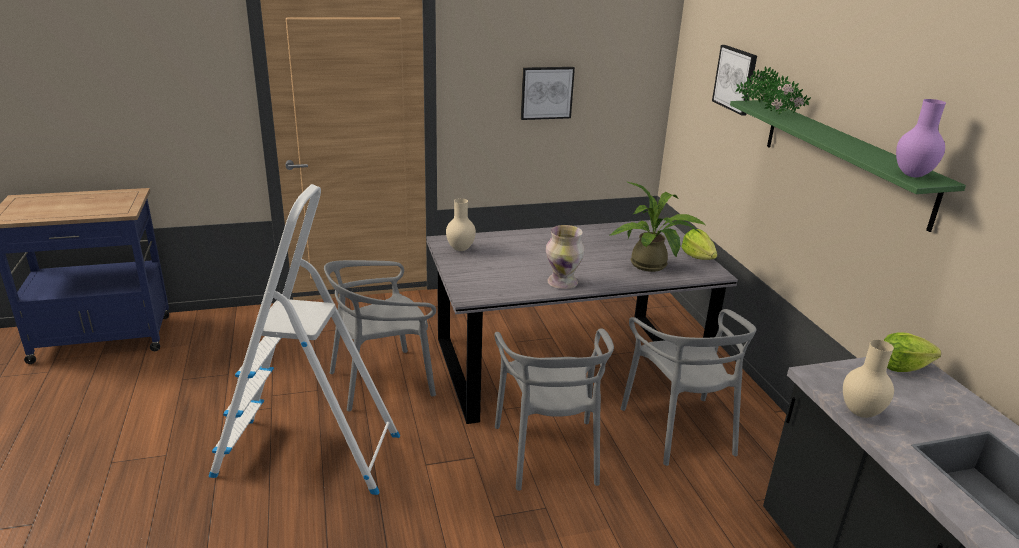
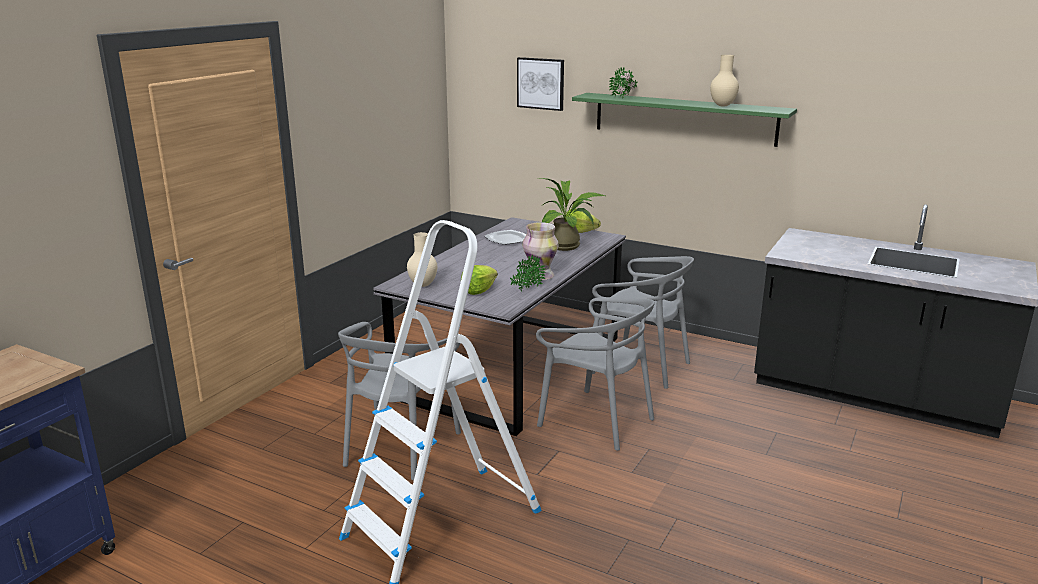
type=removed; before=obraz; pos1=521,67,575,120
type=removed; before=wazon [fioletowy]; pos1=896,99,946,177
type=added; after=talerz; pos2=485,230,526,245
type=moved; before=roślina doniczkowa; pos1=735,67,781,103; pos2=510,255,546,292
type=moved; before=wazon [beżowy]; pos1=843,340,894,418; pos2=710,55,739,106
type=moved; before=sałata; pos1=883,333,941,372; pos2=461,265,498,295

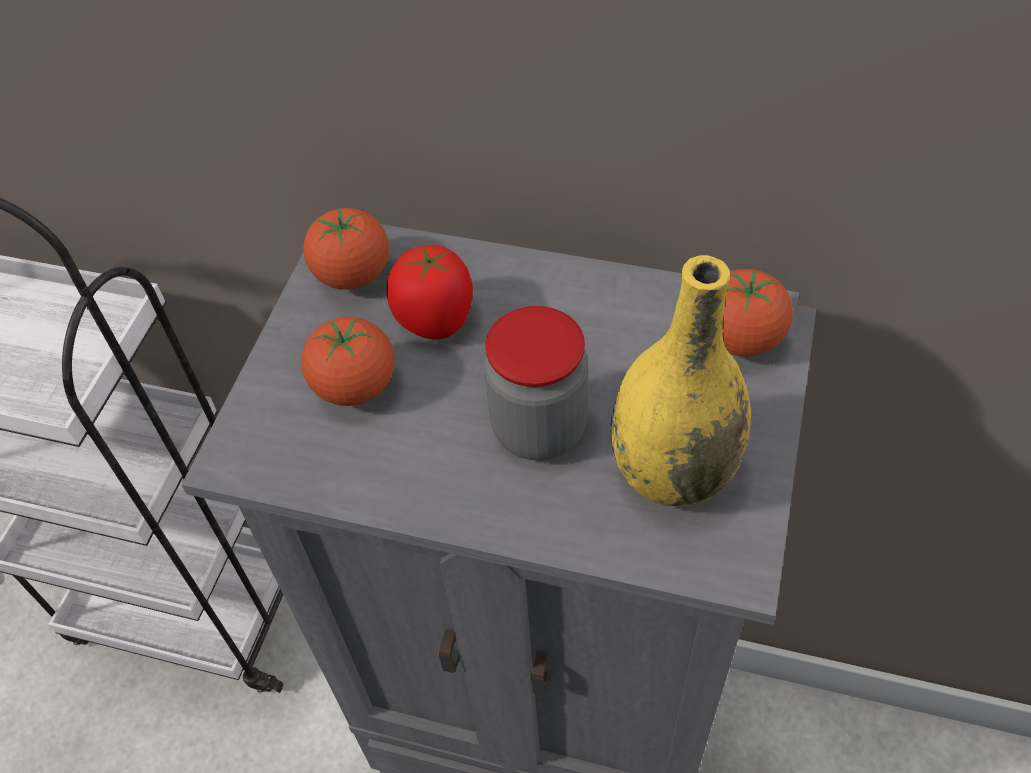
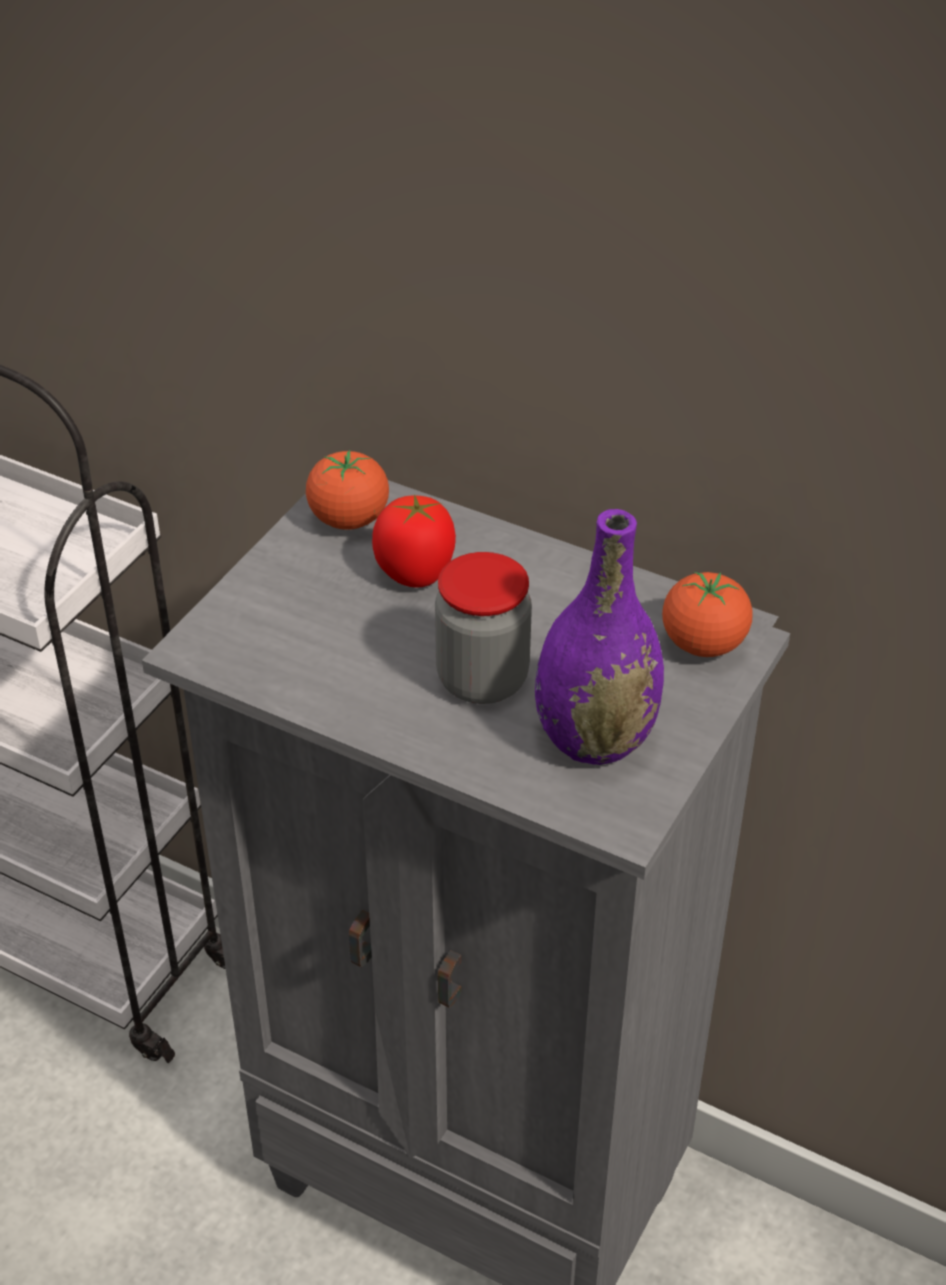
type=removed; before=pomidor; pos1=301,317,395,406
type=recoloured; before=wazon [żółty]; after=wazon [fioletowy]; pos1=610,255,751,507; pos2=535,509,664,765

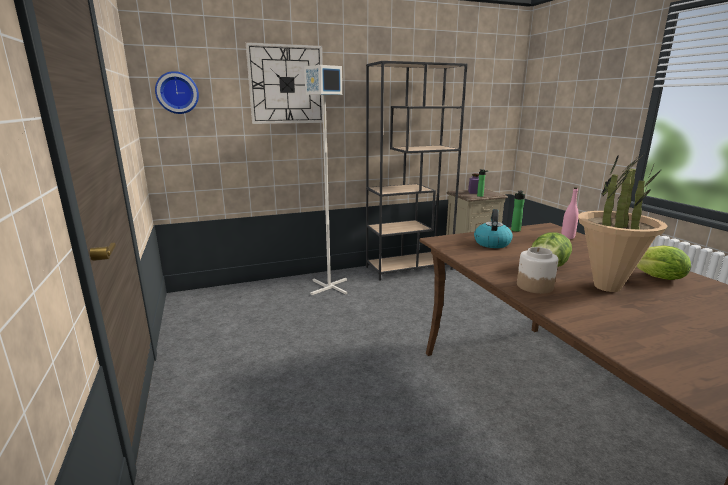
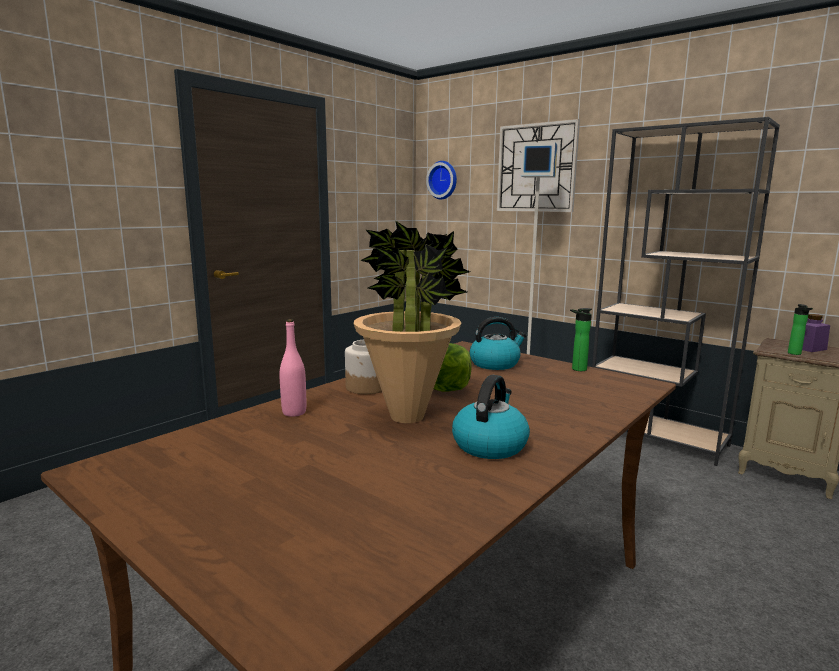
type=moved; before=butelka [różowy]; pos1=561,188,579,239; pos2=280,319,306,417
type=replaced; before=sałata; after=czajnik; pos1=636,245,691,280; pos2=452,375,530,459

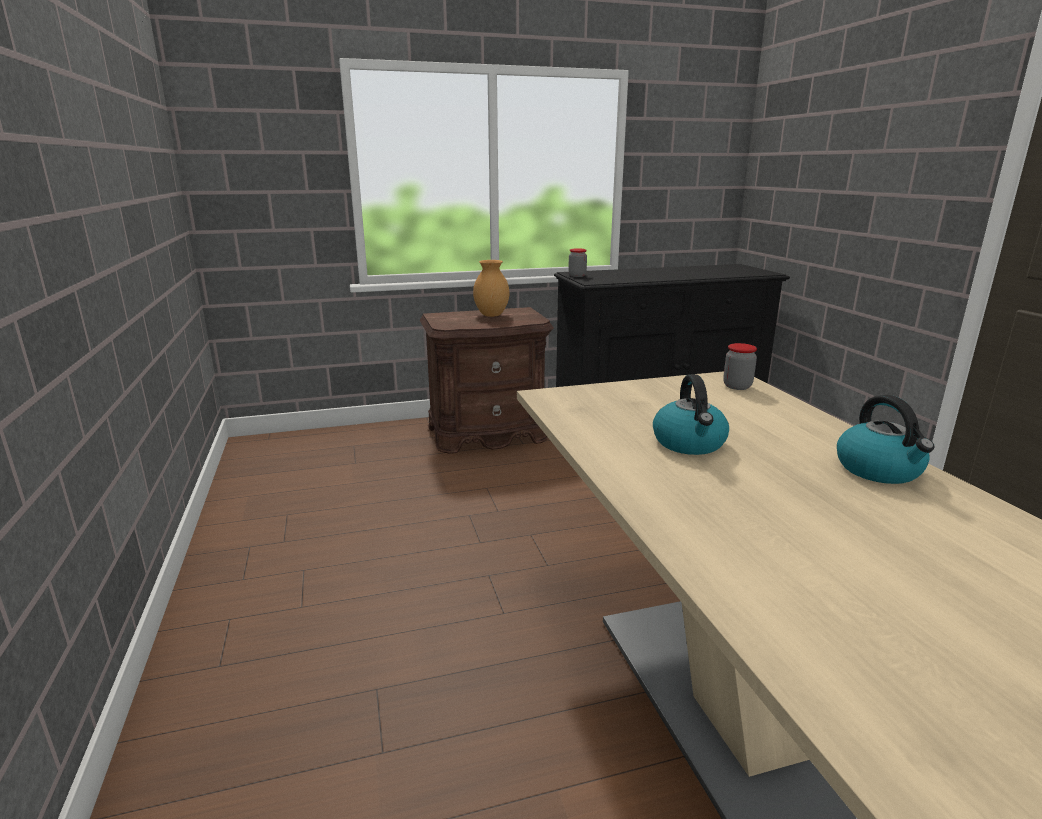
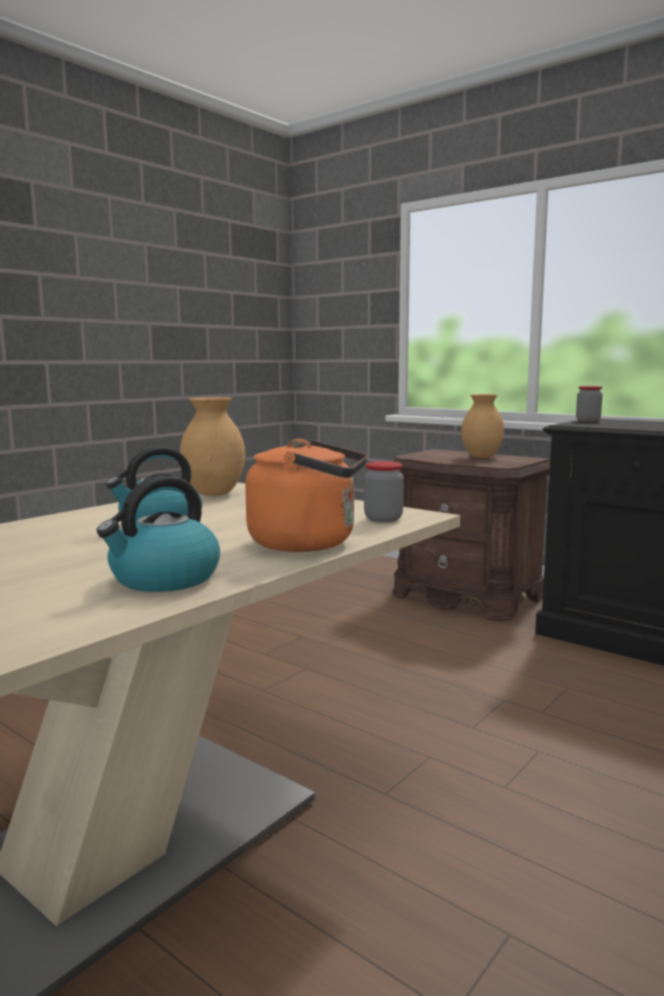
type=added; after=wazon [brązowy]; pos2=180,397,245,496
type=added; after=czajnik [pomarańczowy]; pos2=245,439,367,552

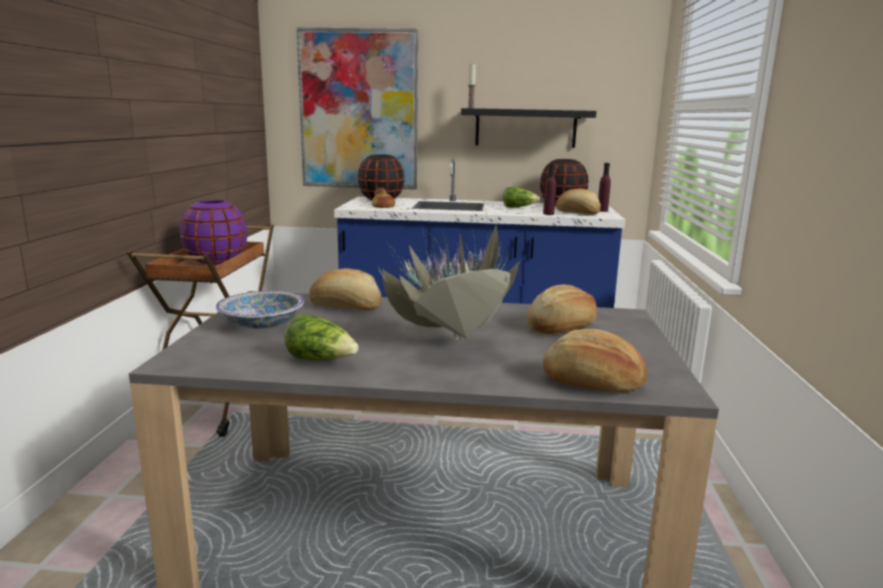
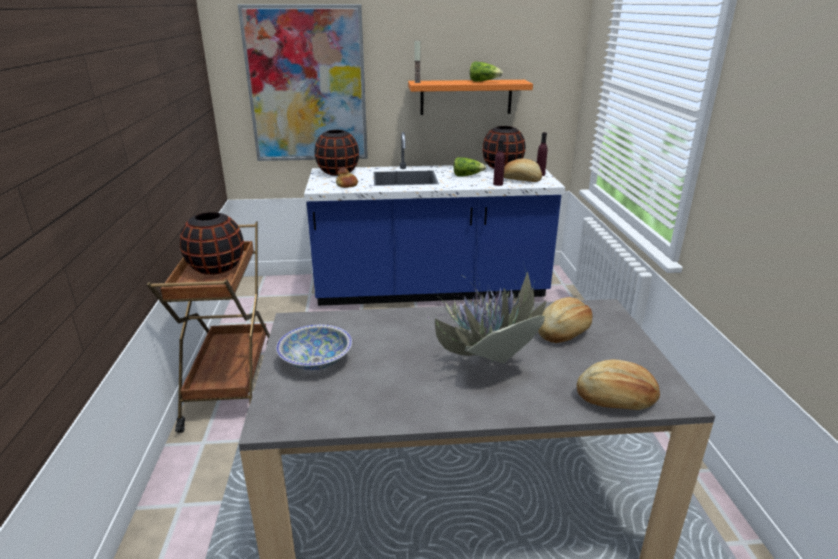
type=removed; before=chleb; pos1=309,268,382,311
type=moved; before=sałata; pos1=284,314,359,361; pos2=470,62,503,82
type=recoloured; before=wazon [fioletowy]; after=wazon [czarny]; pos1=179,200,247,264; pos2=180,212,244,275
type=recoloured; before=półka [czarny]; after=półka [pomarańczowy]; pos1=461,108,597,148; pos2=408,80,533,115

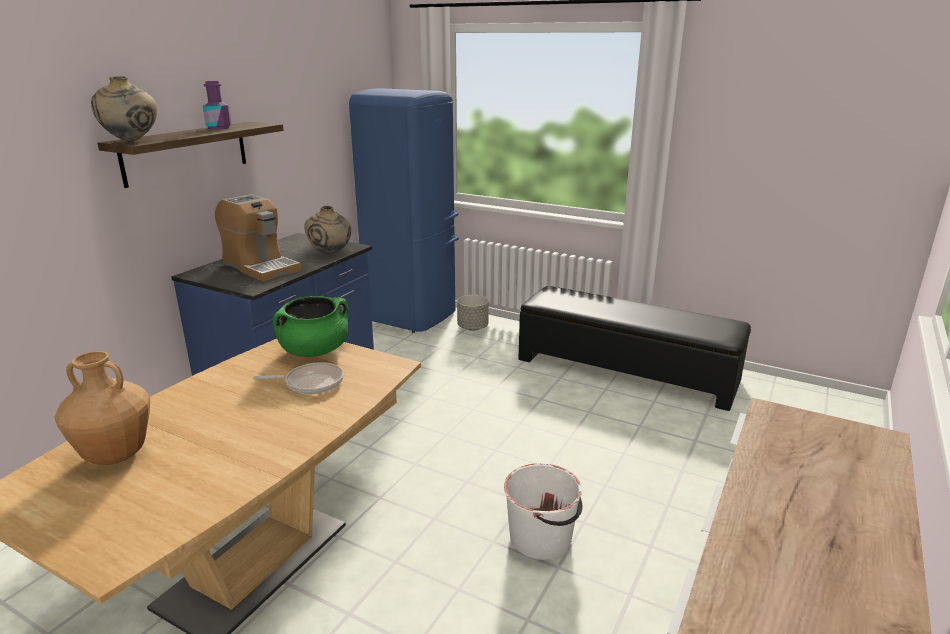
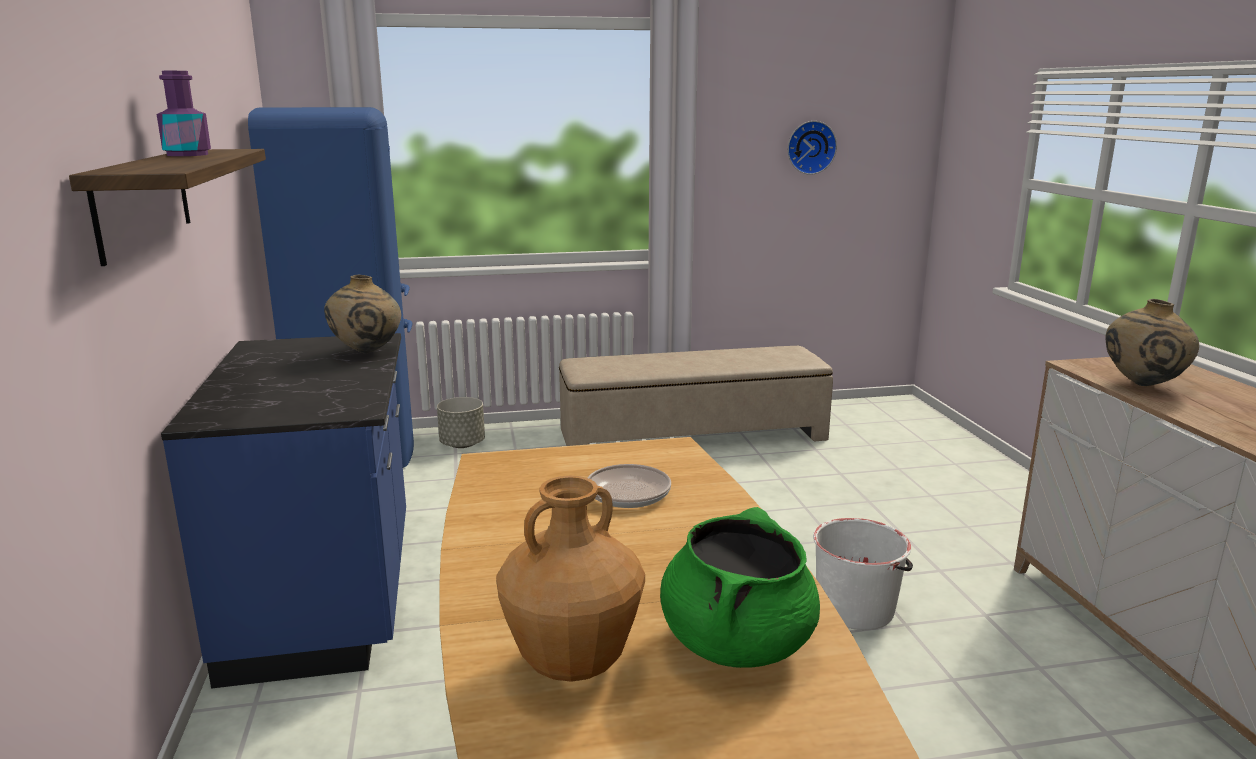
type=removed; before=ekspres do kawy; pos1=215,194,302,282
type=added; after=zegar ścienny; pos2=788,121,837,175
type=moved; before=wazon [beżowy]; pos1=91,76,157,141; pos2=1105,299,1199,386
type=moved; before=garnek [zielony]; pos1=273,296,349,357; pos2=660,507,820,668
type=recoloured; before=ławka [czarny]; after=ławka [beżowy]; pos1=518,286,751,411; pos2=559,346,833,446

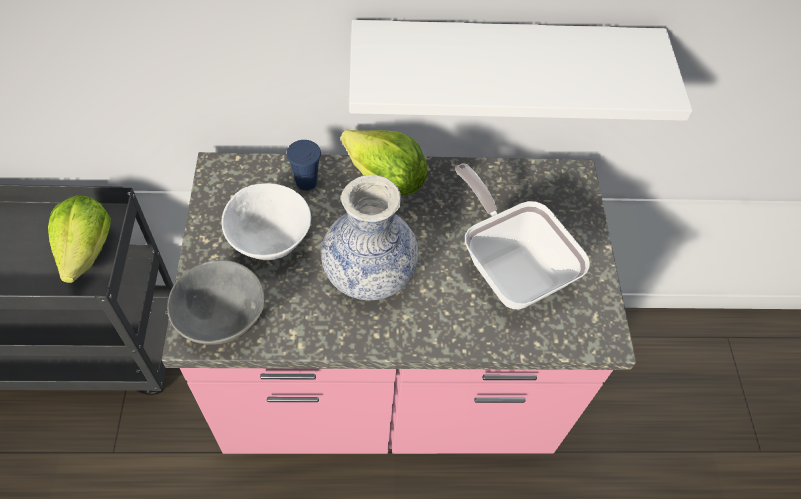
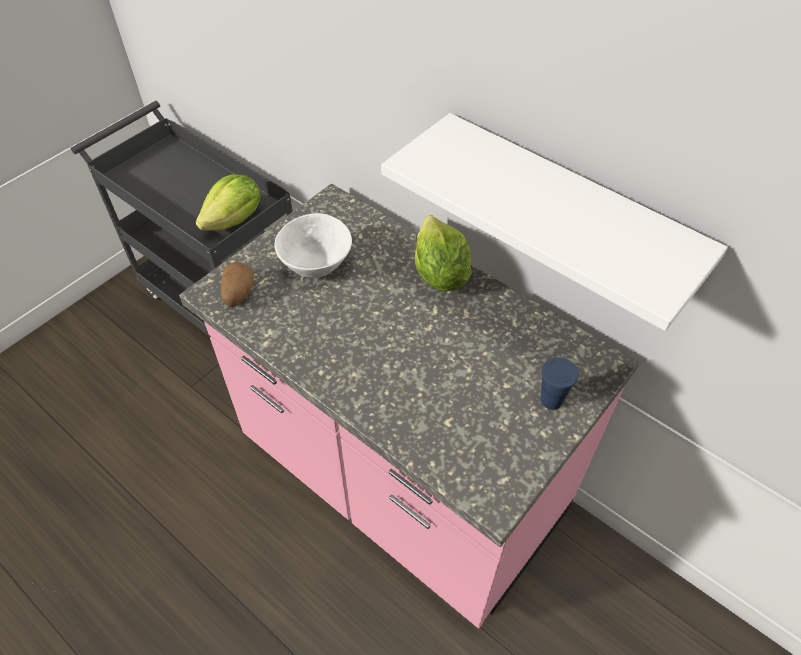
type=removed; before=wazon; pos1=321,175,418,300
type=removed; before=patelnia; pos1=455,164,590,310
type=moved; before=filiżanka [niebieski]; pos1=286,140,321,191; pos2=540,357,579,410
type=replaced; before=miska [szary]; after=ziemniak; pos1=167,260,265,345; pos2=221,263,254,307

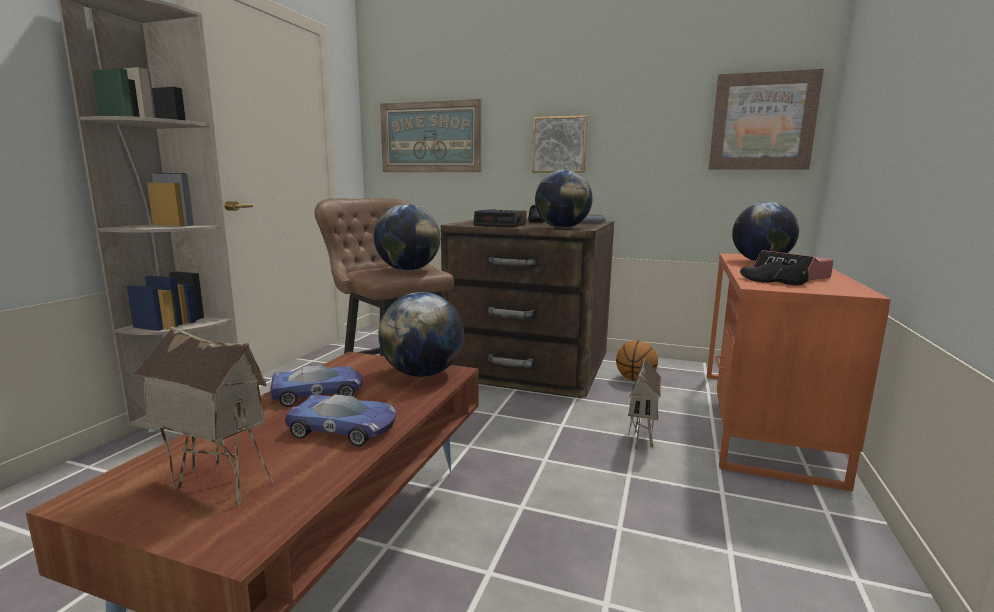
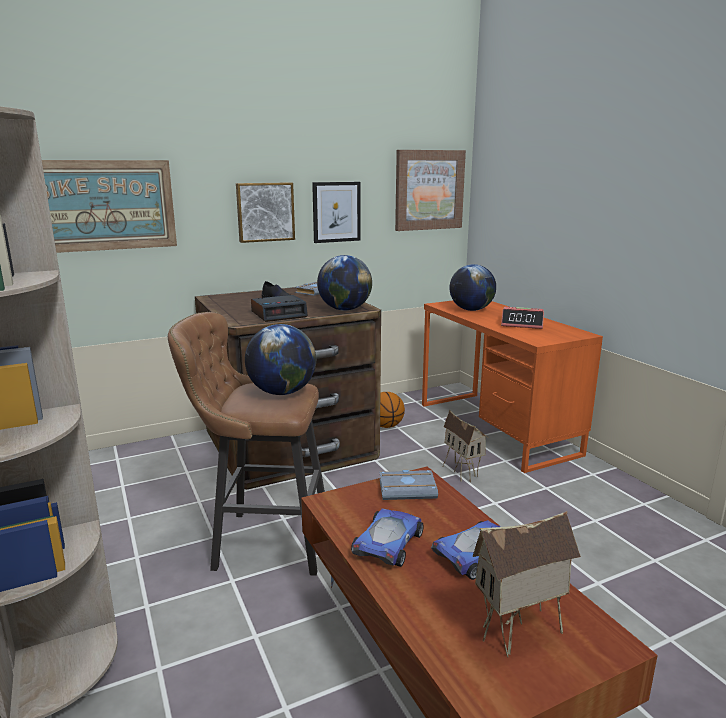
type=removed; before=but [czarny]; pos1=740,259,809,285
type=added; after=obraz; pos2=312,182,361,243
type=replaced; before=globus; after=książka [szary]; pos1=378,292,464,377; pos2=379,470,438,500

